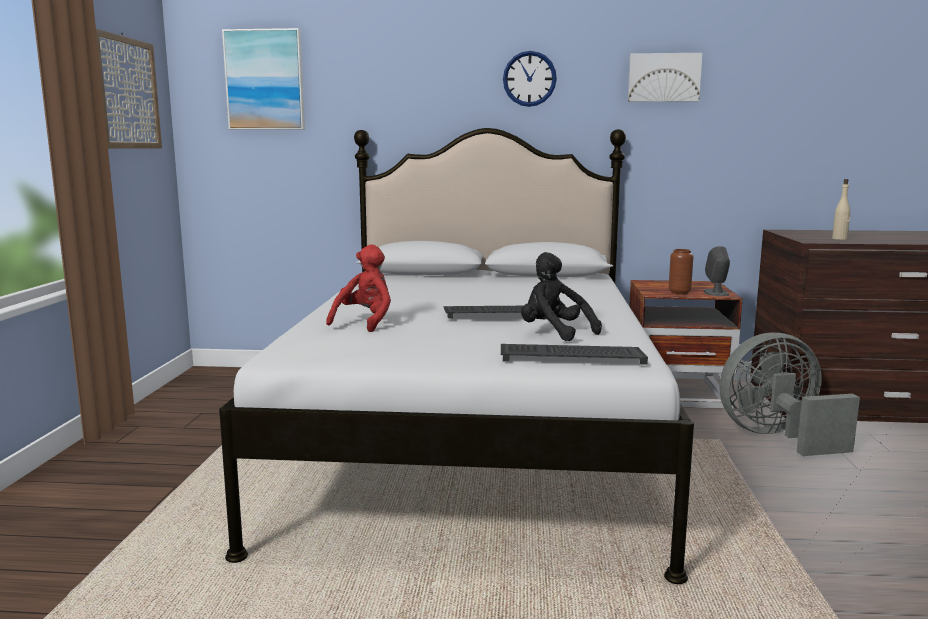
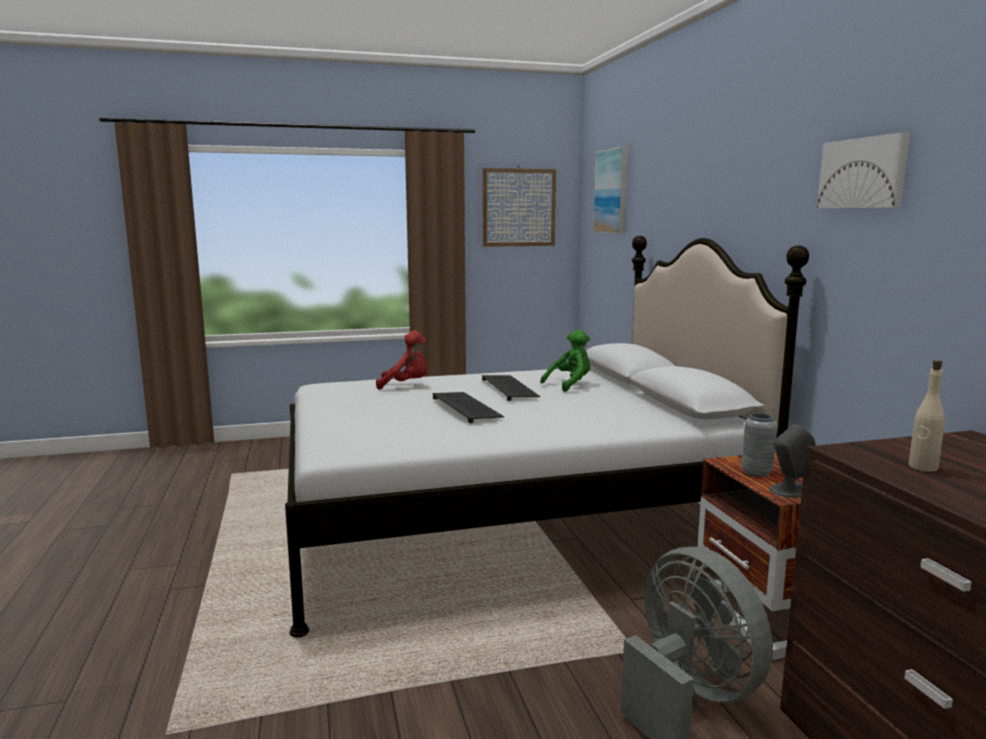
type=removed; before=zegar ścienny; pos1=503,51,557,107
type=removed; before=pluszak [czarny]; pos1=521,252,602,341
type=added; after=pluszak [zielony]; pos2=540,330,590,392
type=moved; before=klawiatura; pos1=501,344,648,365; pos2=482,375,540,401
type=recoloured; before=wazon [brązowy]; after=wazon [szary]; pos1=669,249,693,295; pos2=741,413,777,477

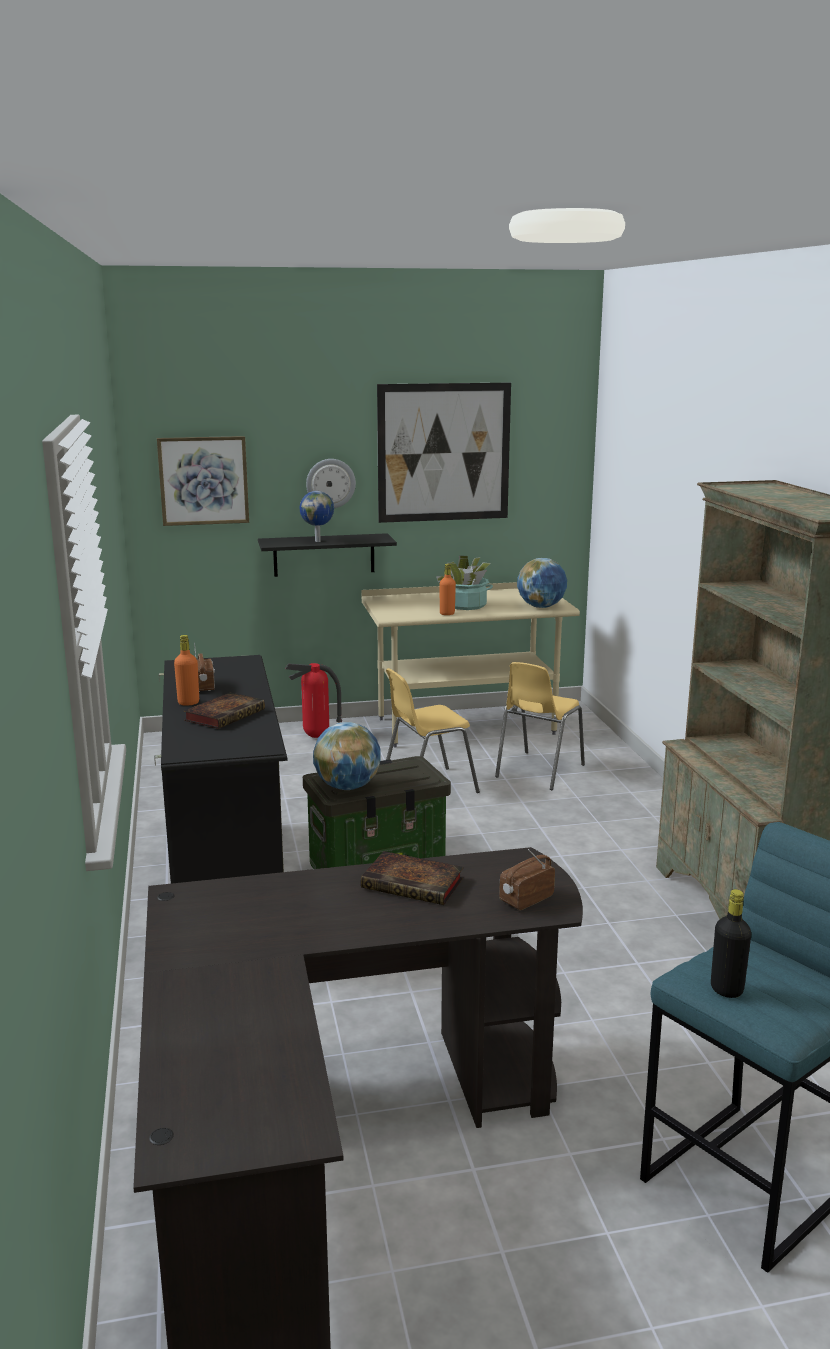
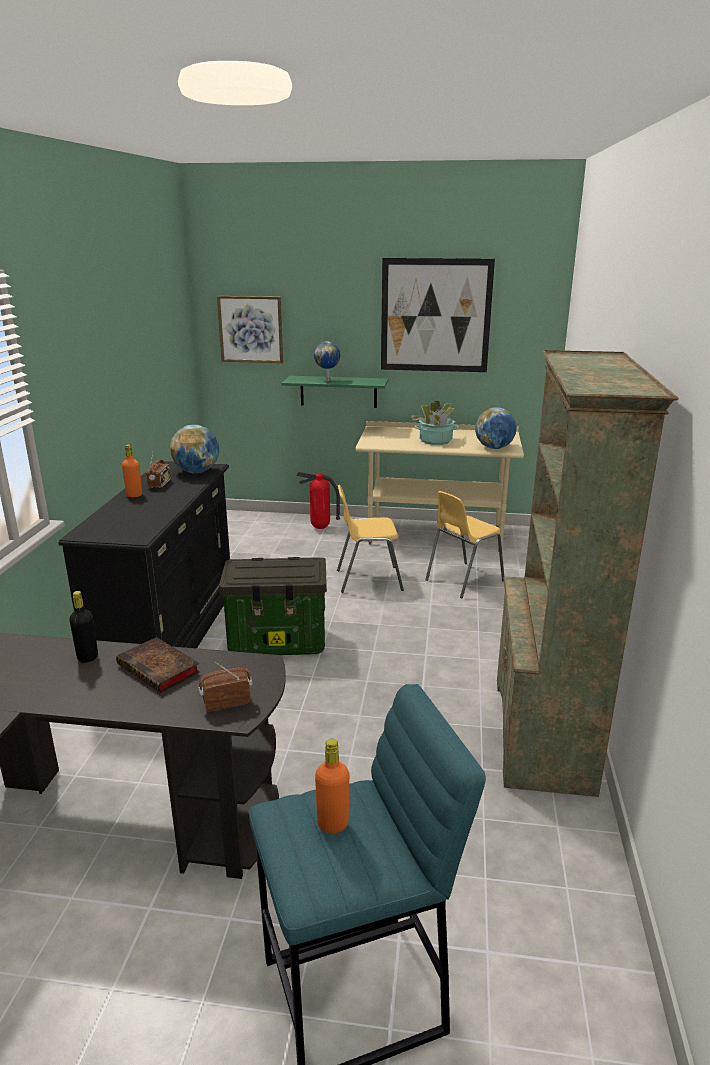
type=removed; before=książka; pos1=184,692,265,729
type=removed; before=zegar ścienny; pos1=306,459,356,508
type=moved; before=globus; pos1=313,722,381,790; pos2=170,425,219,473
type=moved; before=butelka [pomarańczowy]; pos1=440,564,456,615; pos2=315,739,349,834
type=moved; before=butelka [czarny]; pos1=711,889,751,998; pos2=69,591,98,663
type=recoloured; before=półka [czarny]; after=półka [zielony]; pos1=258,533,397,577; pos2=281,376,388,408

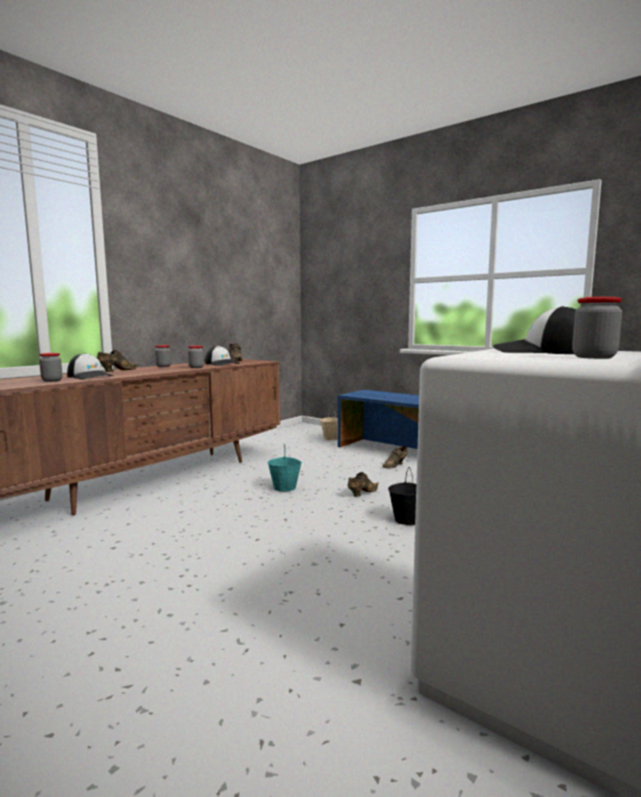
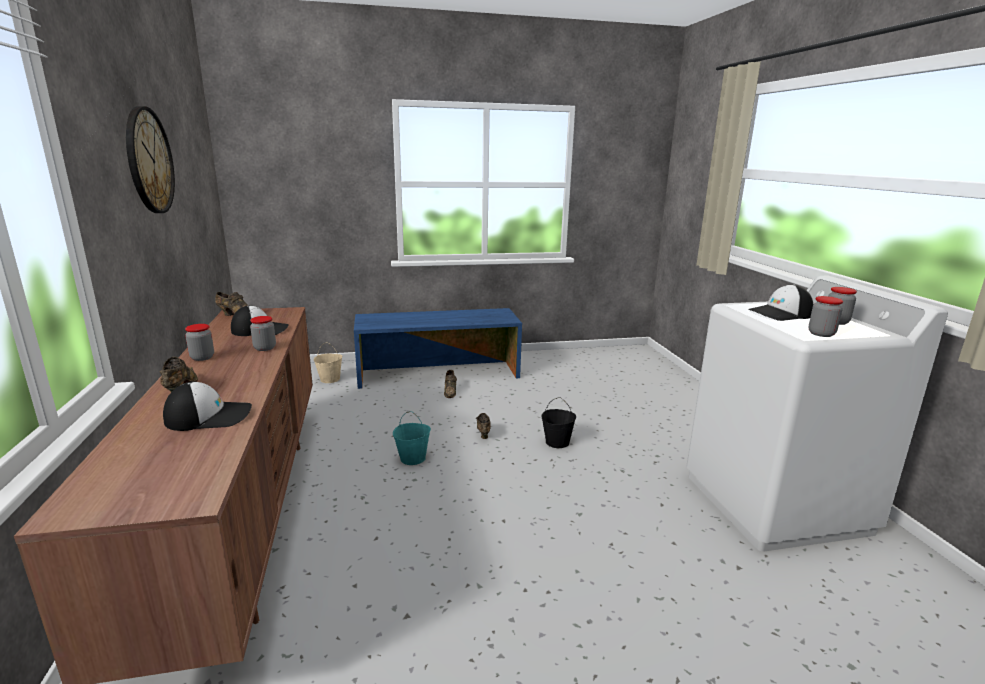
type=added; after=zegar ścienny; pos2=126,106,175,213
type=moved; before=słoik; pos1=39,353,62,382; pos2=808,296,843,337

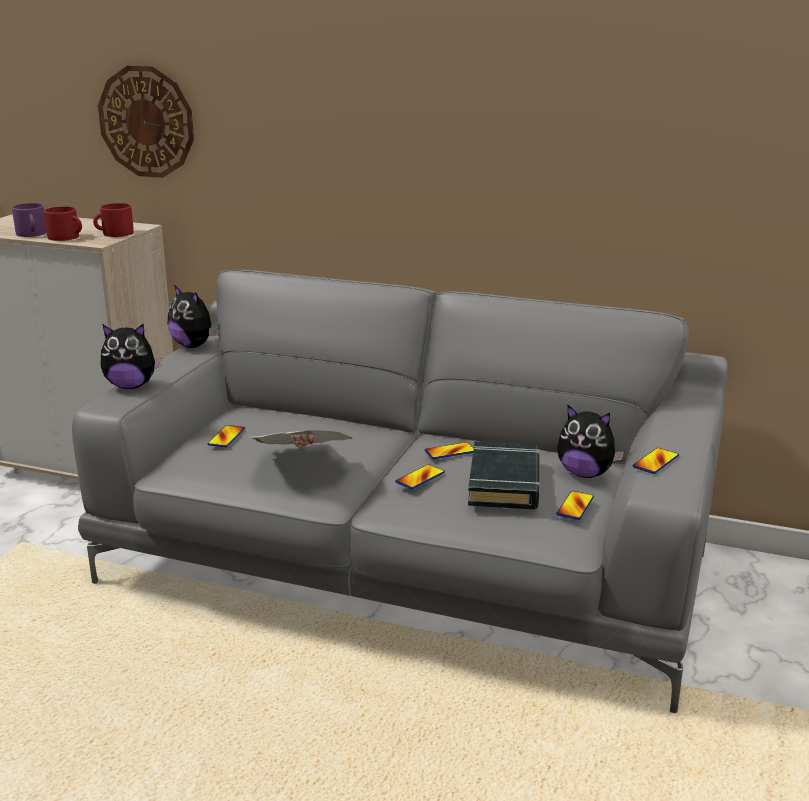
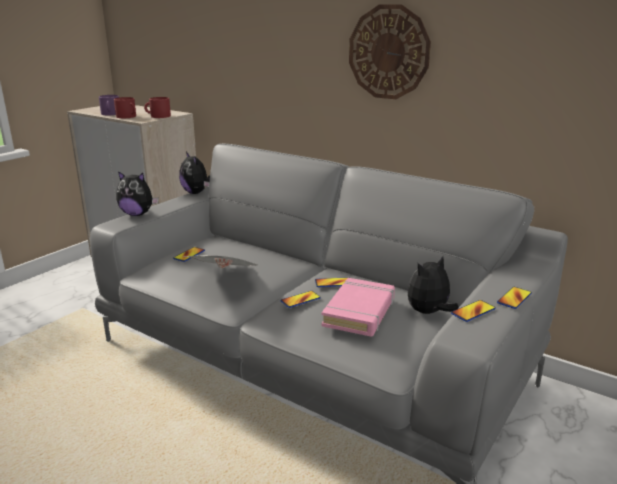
type=moved; before=zegar ścienny; pos1=98,66,194,178; pos2=349,4,431,99
type=moved; before=telefon; pos1=556,491,594,520; pos2=497,287,532,309
type=recoloured; before=książka [czarny]; after=książka [różowy]; pos1=468,442,540,509; pos2=321,278,395,337
type=turned; before=pluszak; pos1=557,405,624,478; pos2=407,256,459,314; turn=105

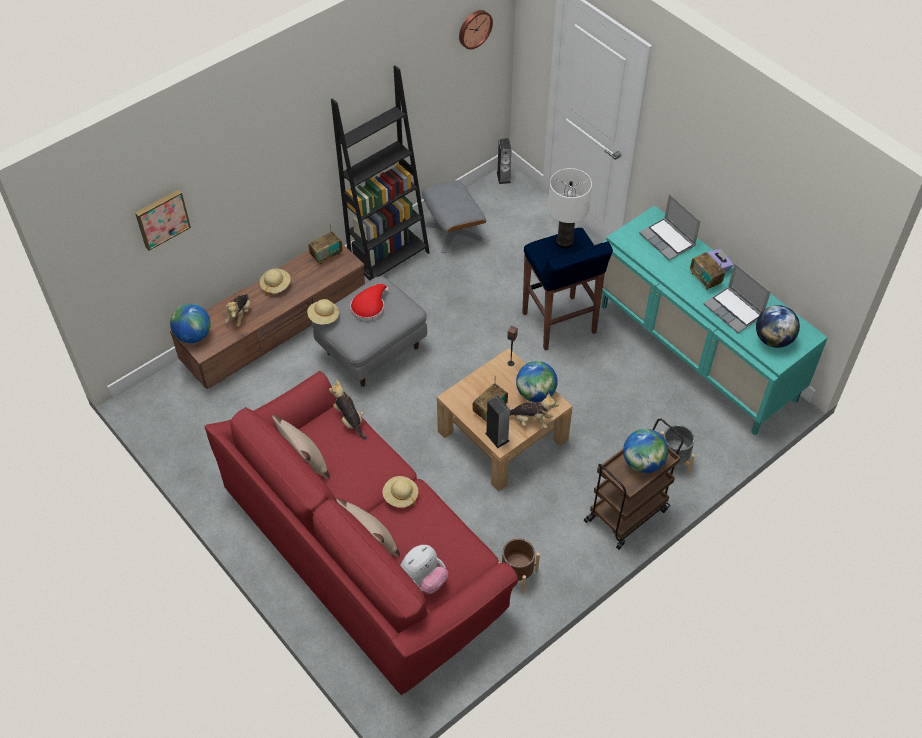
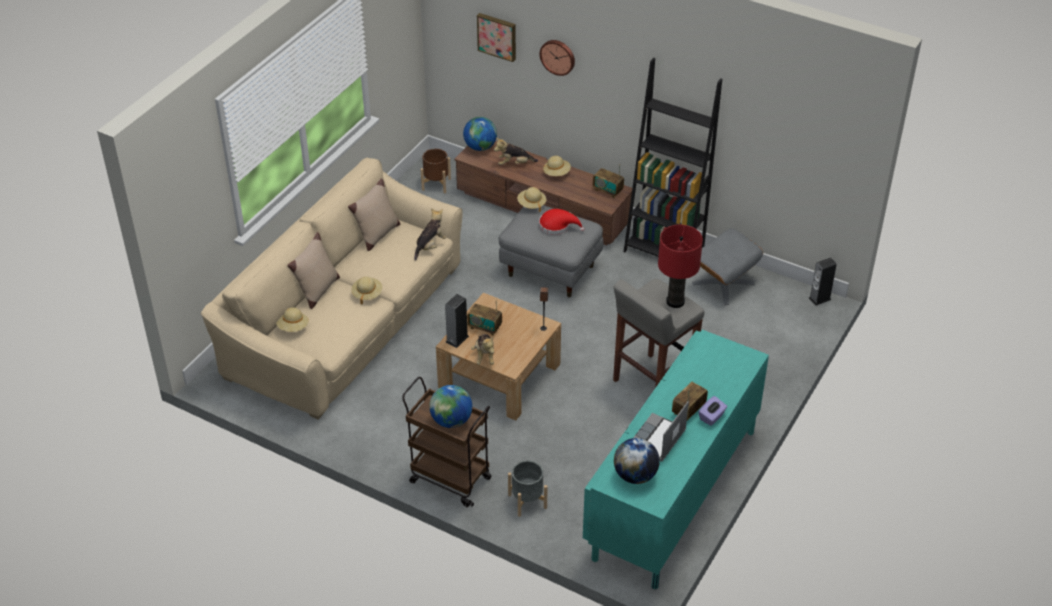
type=removed; before=globus; pos1=516,361,558,402
type=removed; before=laptop; pos1=639,194,701,260
type=moved; before=zegar ścienny; pos1=459,10,493,49; pos2=539,40,575,76
type=moved; before=donica [brązowy]; pos1=499,538,540,594; pos2=421,149,451,193
type=replaced; before=pluszak; after=kapelusz [beżowy]; pos1=400,545,448,594; pos2=276,307,309,332
type=recoloured; before=kanapa [czerwony]; after=kanapa [beżowy]; pos1=204,371,518,695; pos2=201,158,463,419
type=recoloured; before=stołek [niebieski]; after=stołek [szary]; pos1=522,228,613,351; pos2=613,279,704,388
type=recoloured; before=lampa stołowa [biały]; after=lampa stołowa [czerwony]; pos1=548,168,592,249; pos2=658,225,703,308

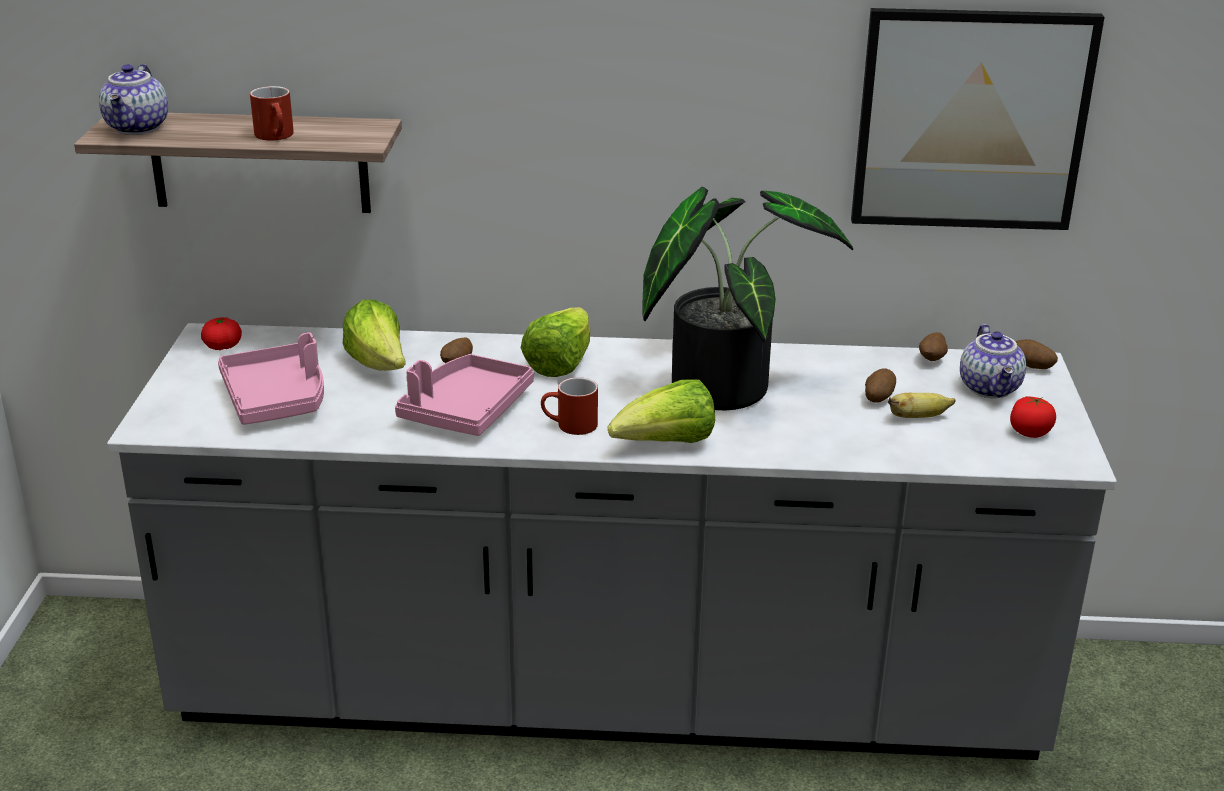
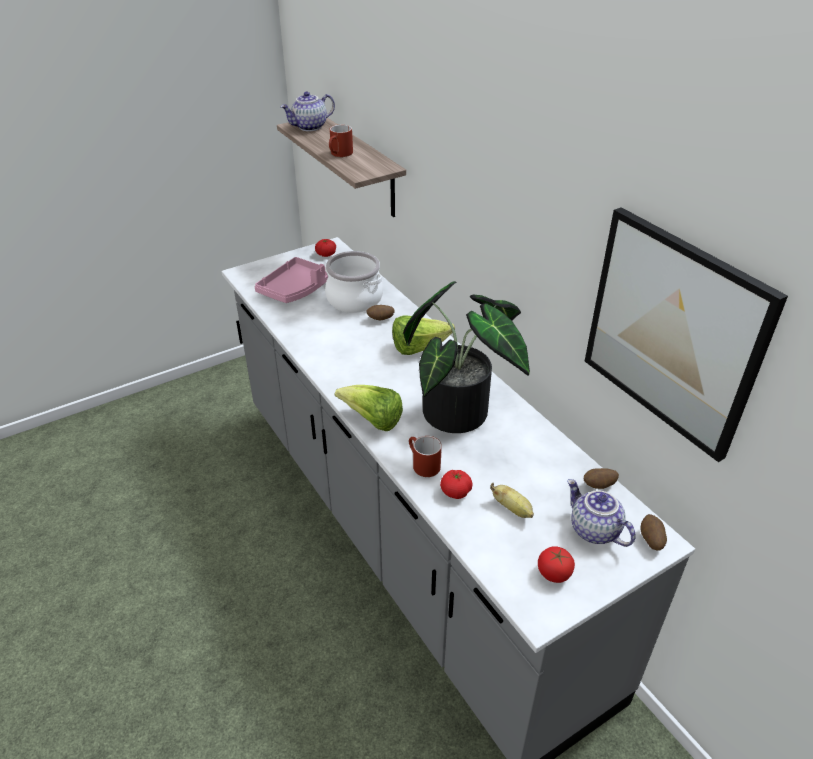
type=removed; before=taca [różowy]; pos1=395,354,534,436
type=removed; before=ziemniak; pos1=865,369,896,403
type=added; after=pomidor; pos2=440,470,473,499
type=moved; before=kubek [czerwony]; pos1=541,377,598,435; pos2=409,436,442,477
type=replaced; before=sałata; after=garnek; pos1=343,300,406,371; pos2=325,251,383,313
type=turned; before=imbryk; pos1=960,324,1026,398; pos2=567,479,636,547; turn=90

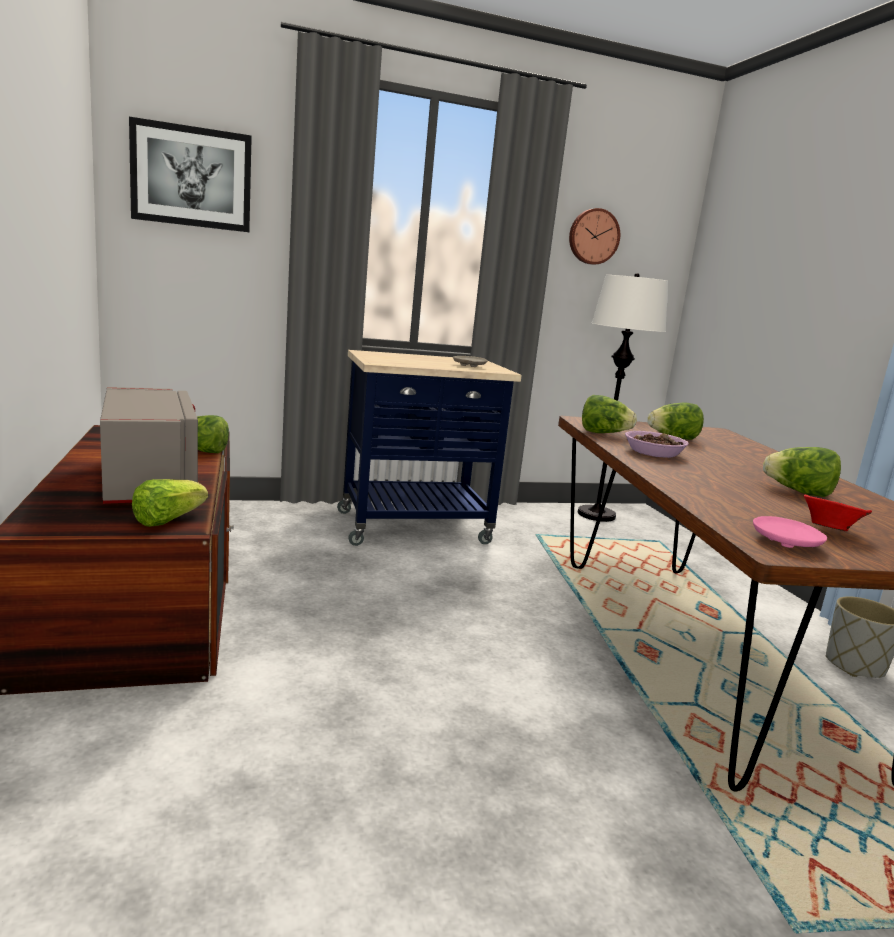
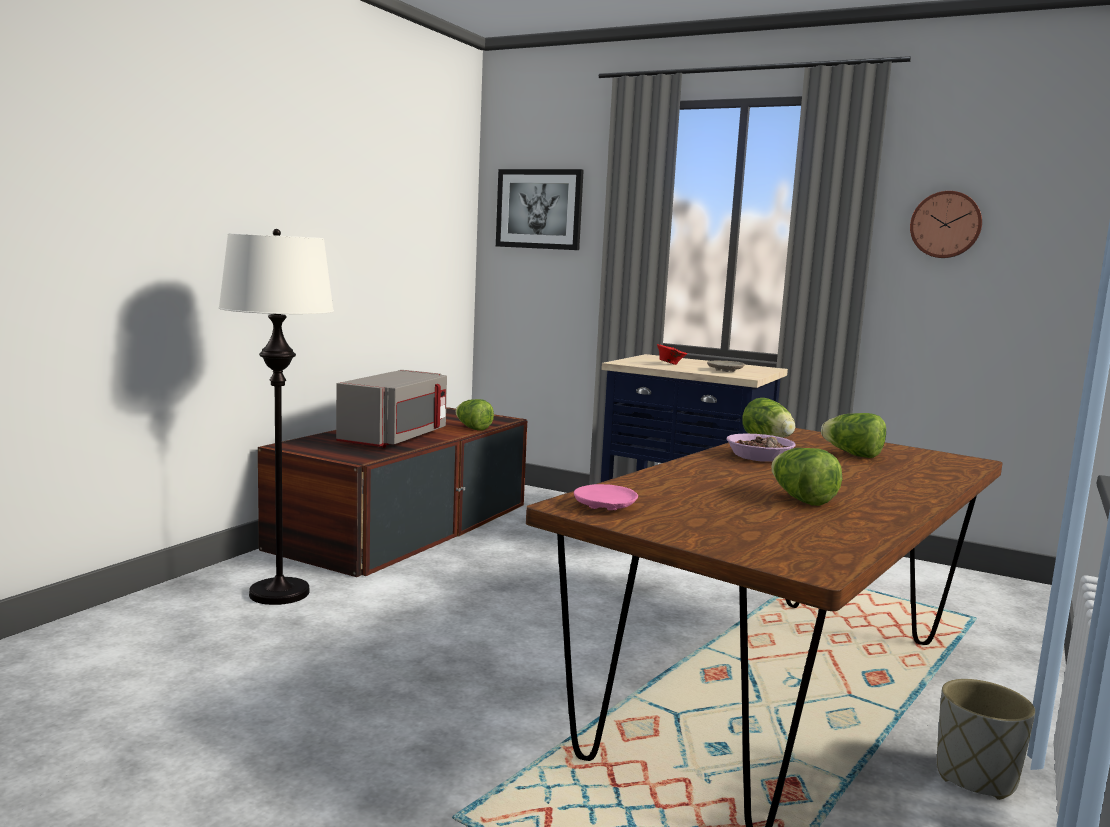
type=removed; before=sałata; pos1=132,479,208,527
type=moved; before=lampa stojąca [biały]; pos1=578,273,668,522; pos2=218,229,334,605
type=moved; before=miska [czerwony]; pos1=804,495,872,531; pos2=657,344,687,365

